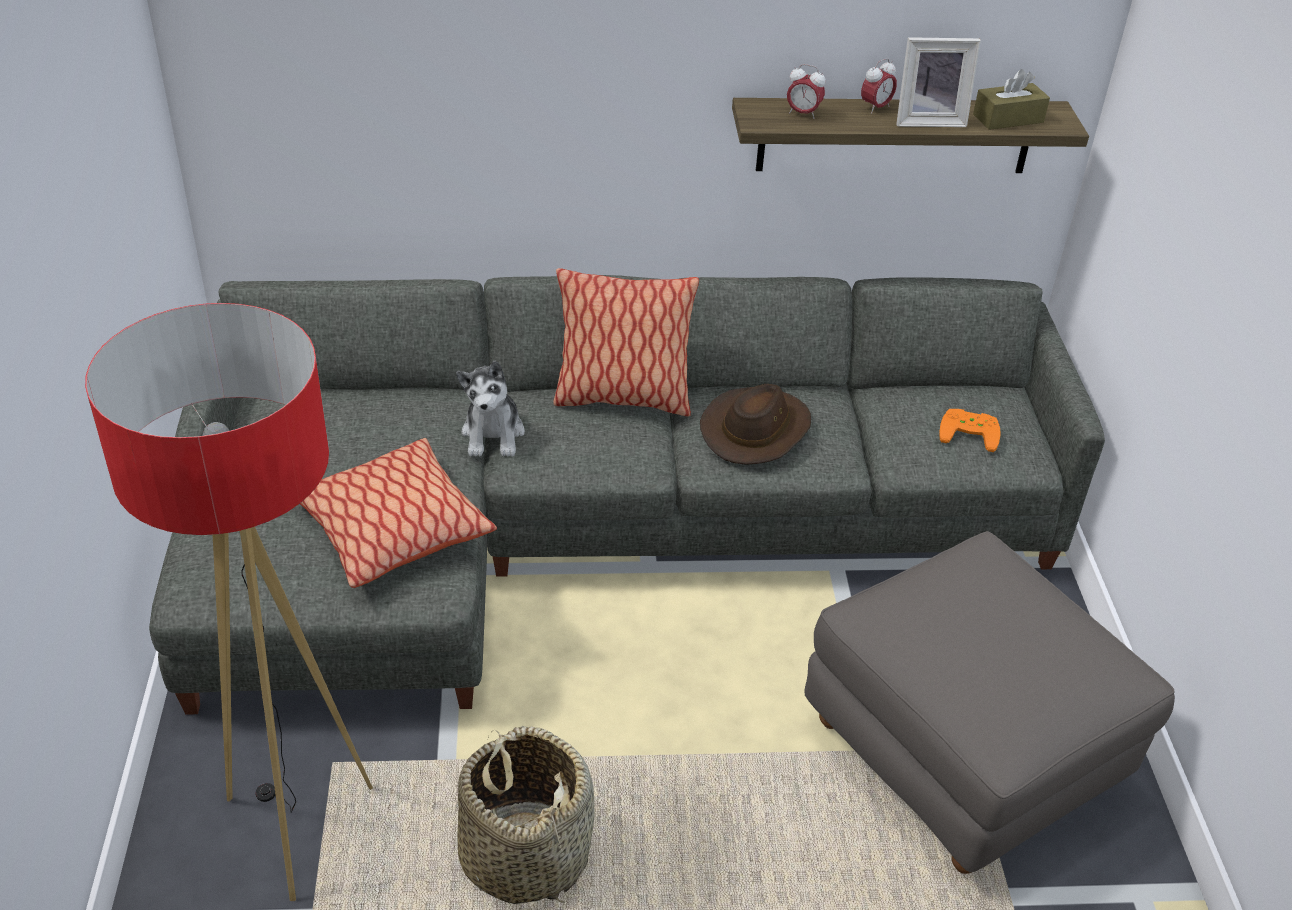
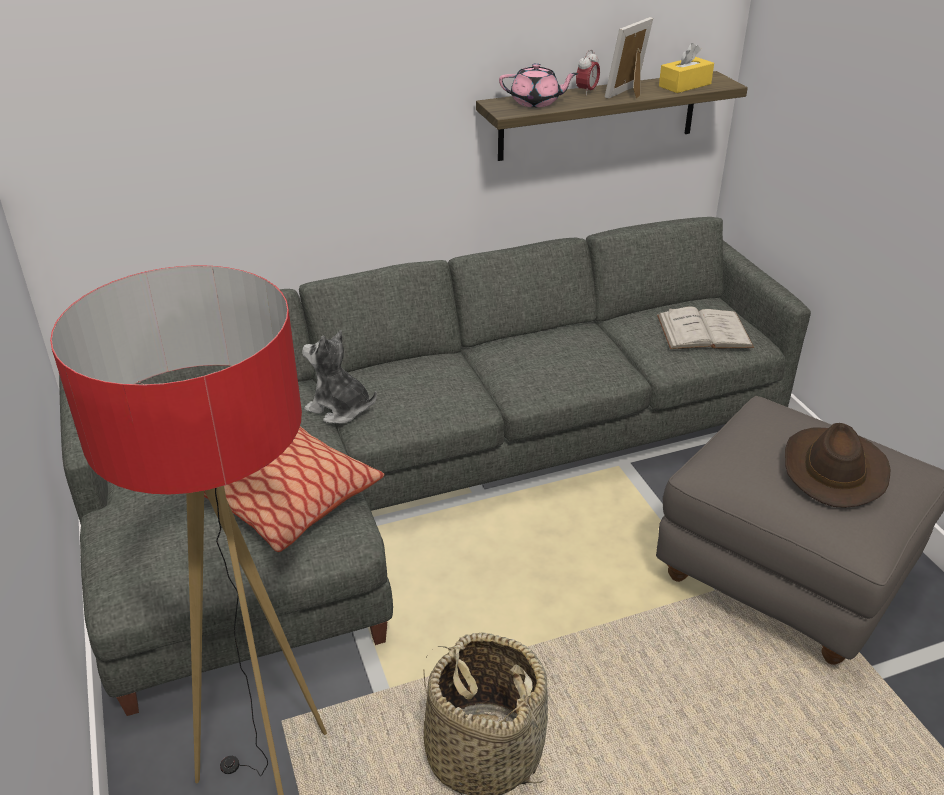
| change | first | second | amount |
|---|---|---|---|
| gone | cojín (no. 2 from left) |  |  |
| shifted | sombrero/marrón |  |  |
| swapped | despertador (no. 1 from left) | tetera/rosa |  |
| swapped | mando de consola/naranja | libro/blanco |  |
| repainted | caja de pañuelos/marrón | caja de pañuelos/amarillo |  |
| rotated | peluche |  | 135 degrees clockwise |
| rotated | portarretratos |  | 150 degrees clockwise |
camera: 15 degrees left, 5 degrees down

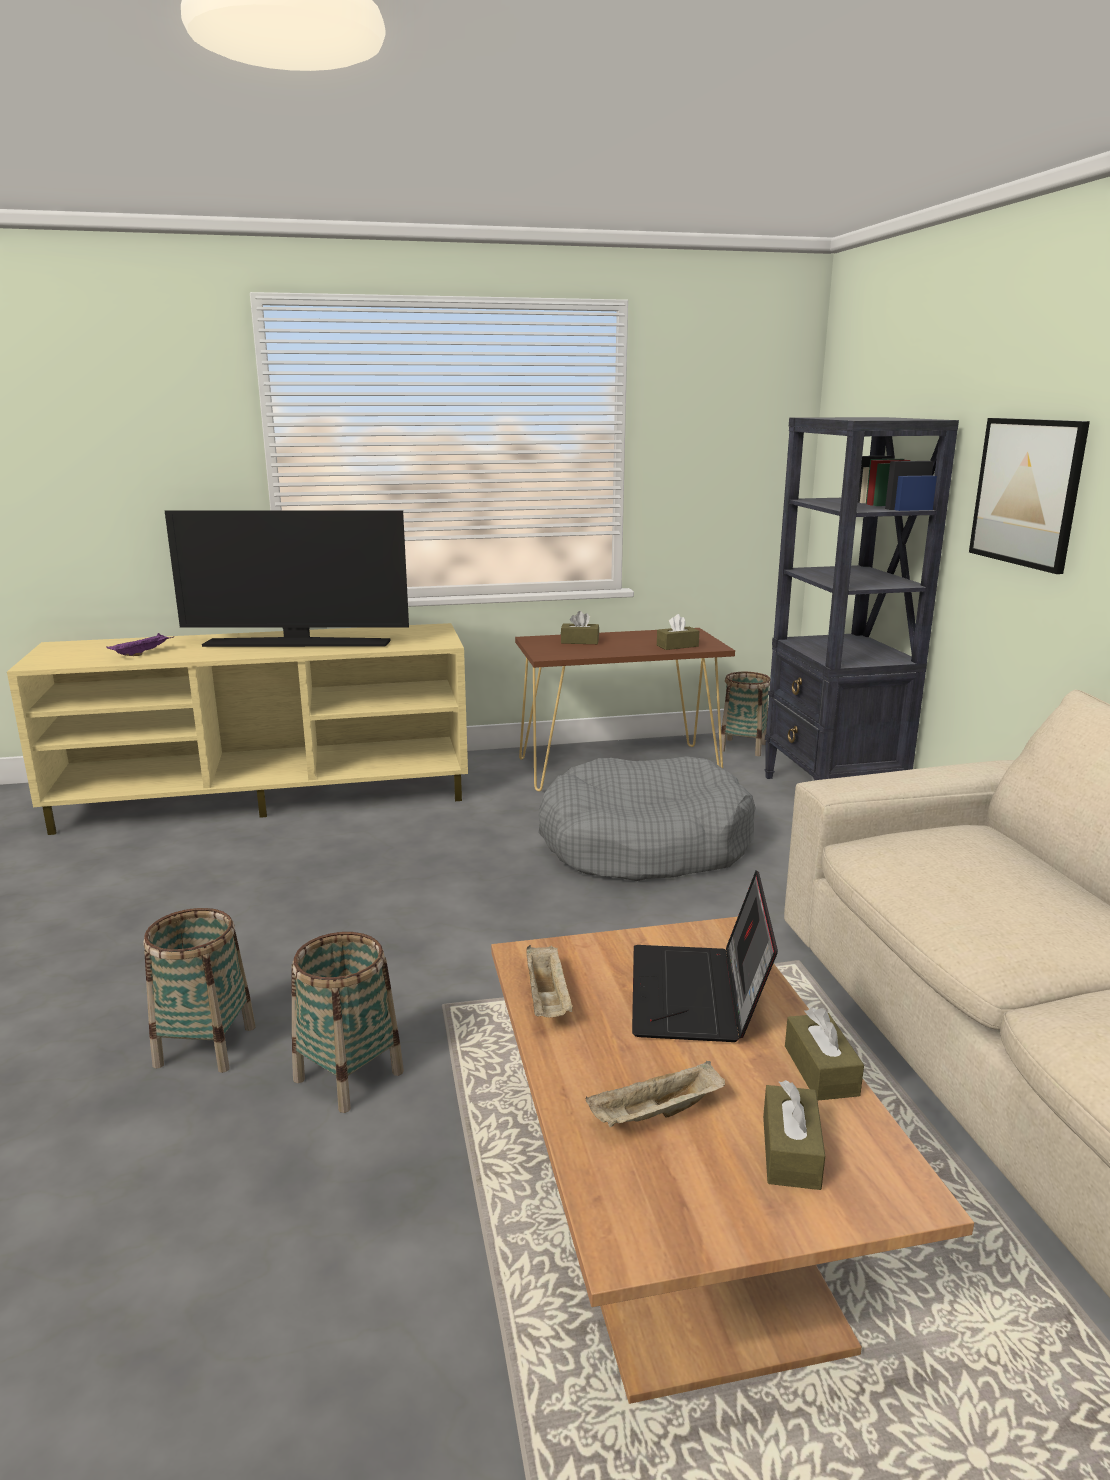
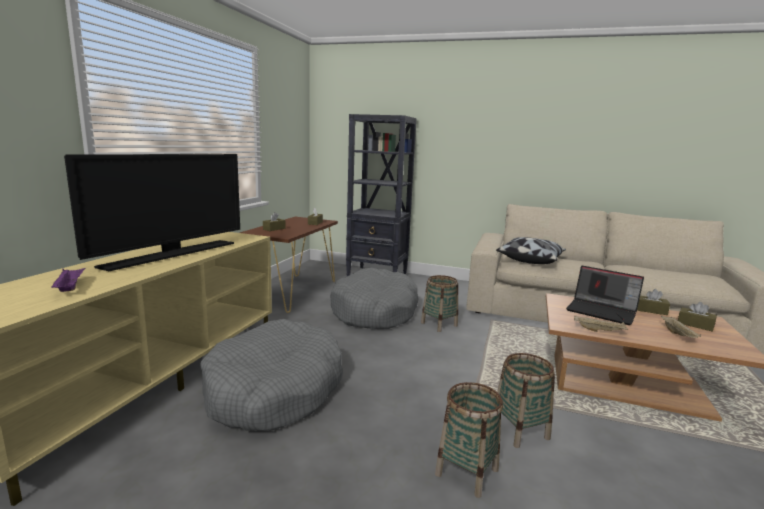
| change | first | second | amount |
|---|---|---|---|
| gone | cuadro |  |  |
| new |  | cama para perro/gris (no. 1 from left) |  |
| new |  | cojín |  |
| shifted | cesta (no. 3 from left in the first image) | cesta (no. 1 from left) |  |
camera: 60 degrees left, 5 degrees down

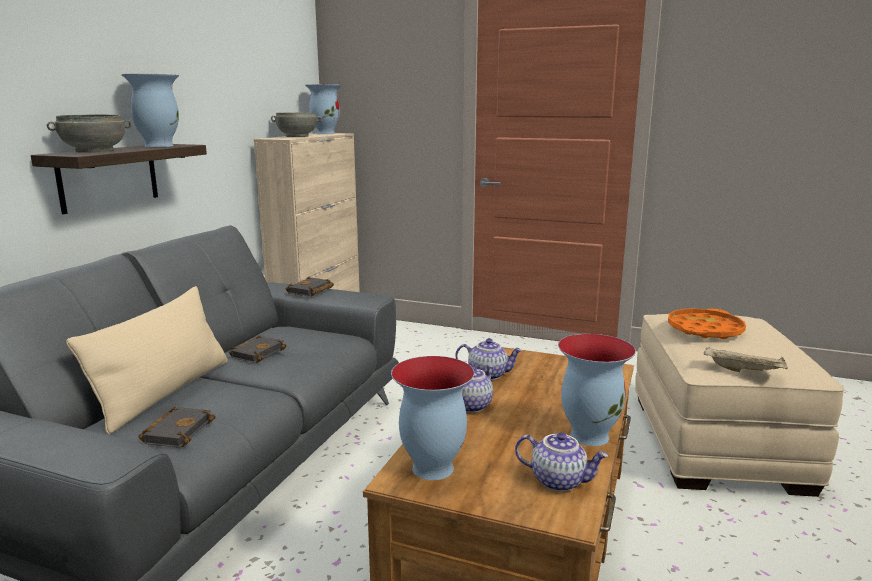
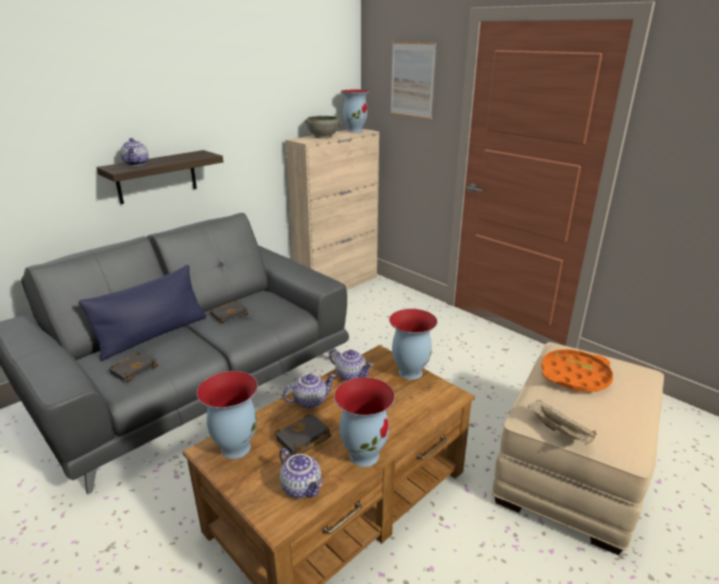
| change | first | second | amount |
|---|---|---|---|
| new |  | cuadro |  |
| shifted | florero (no. 1 from left in the first image) | florero (no. 4 from left) |  |
| shifted | libro/negro (no. 3 from left) |  |  |
| swapped | cuenco/gris (no. 1 from left) | tetera (no. 1 from left) |  |
| repainted | cojín/beis | cojín/azul |  |
camera: 25 degrees right, 10 degrees up

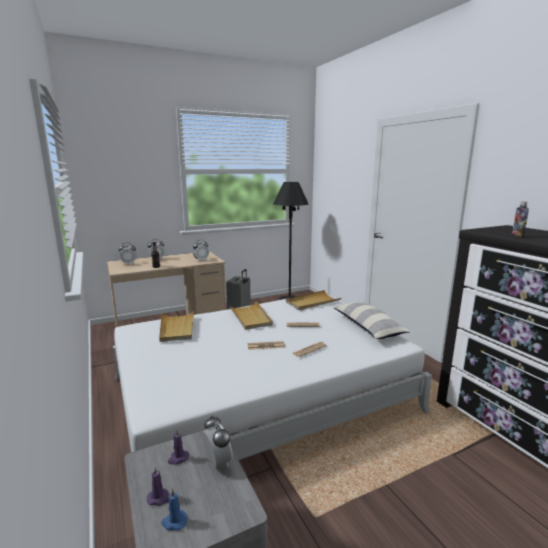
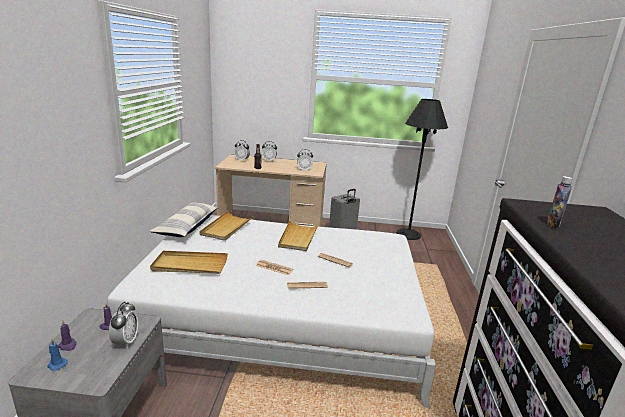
| change | first | second | amount |
|---|---|---|---|
| shifted | bandeja/beis (no. 3 from left in the first image) | bandeja/beis (no. 1 from left) |  |
| shifted | cojín |  |  |
camera: 30 degrees right, 5 degrees up

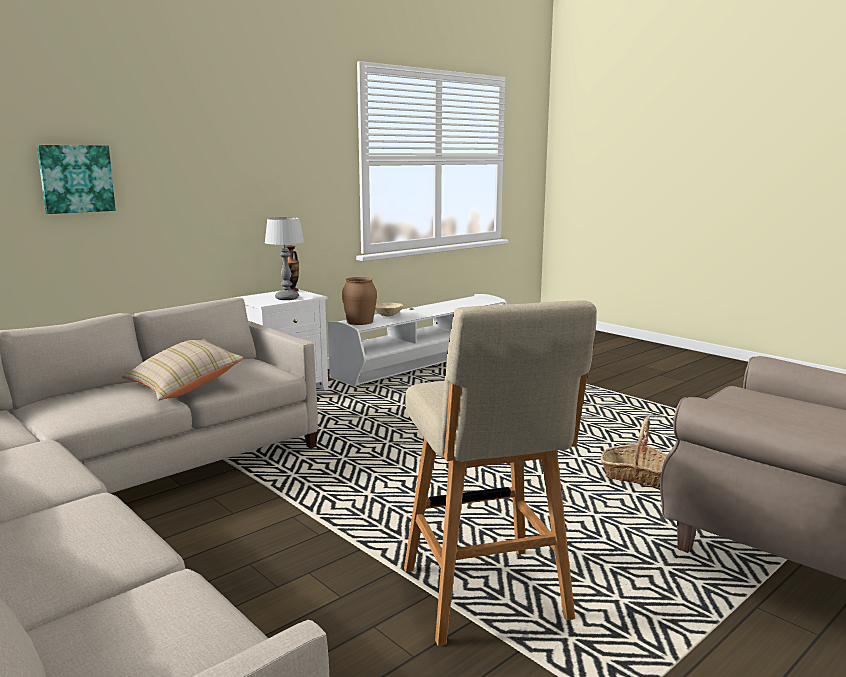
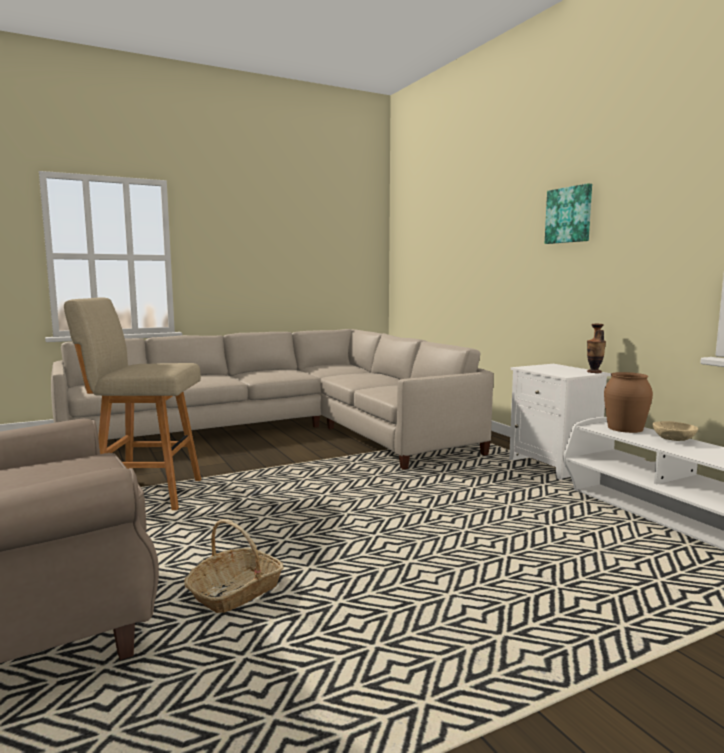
| change | first | second | amount |
|---|---|---|---|
| gone | cojín/beis |  |  |
| gone | lámpara de mesa |  |  |
| shifted | cuadro |  |  |
camera: 105 degrees right, 5 degrees down

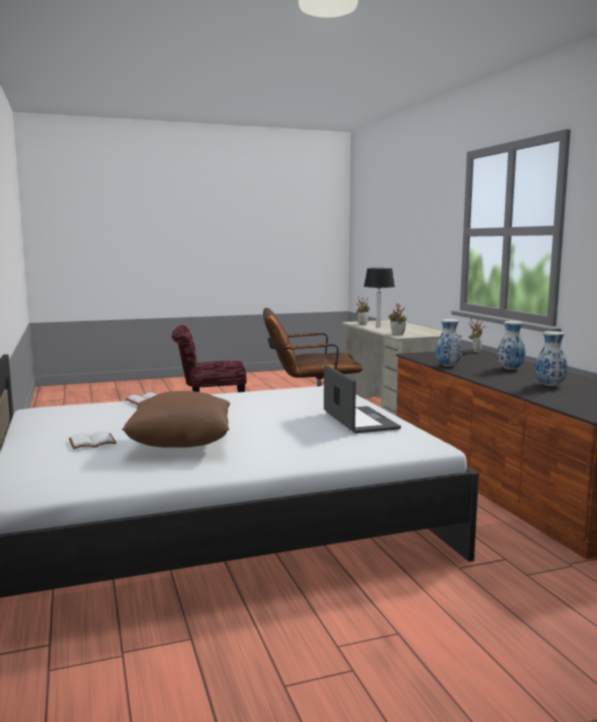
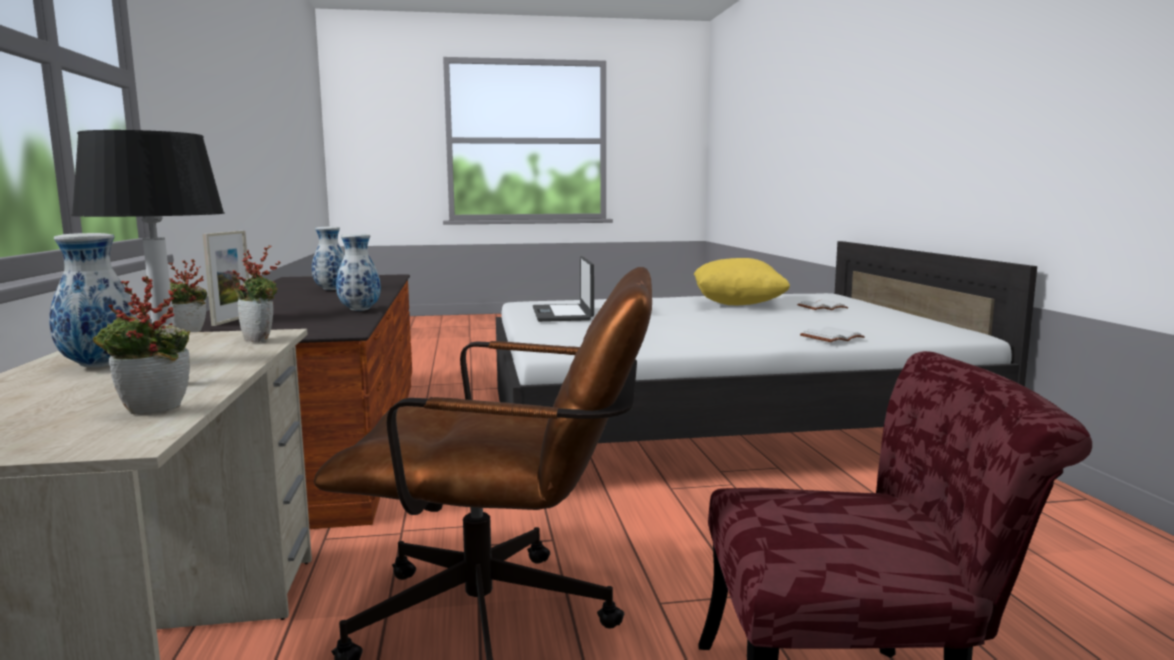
| change | first | second | amount |
|---|---|---|---|
| new |  | portarretratos |  |
| shifted | florero (no. 2 from left in the first image) | florero (no. 1 from left) |  |
| repainted | cojín/marrón | cojín/amarillo |  |
camera: 170 degrees left, 0 degrees up

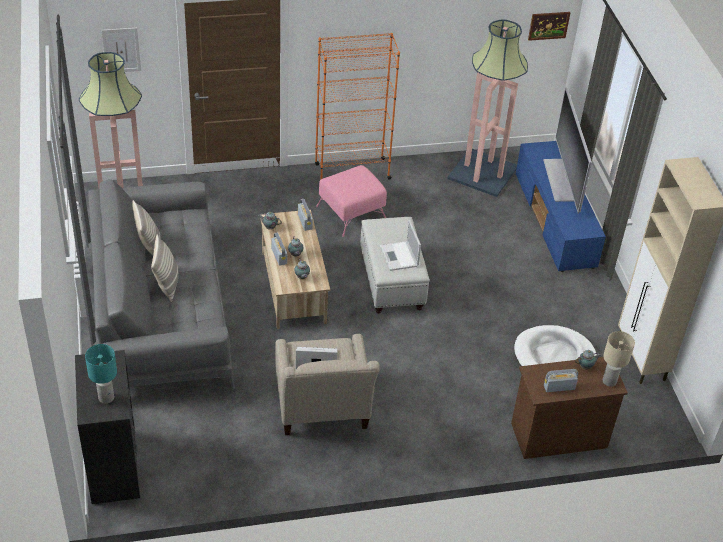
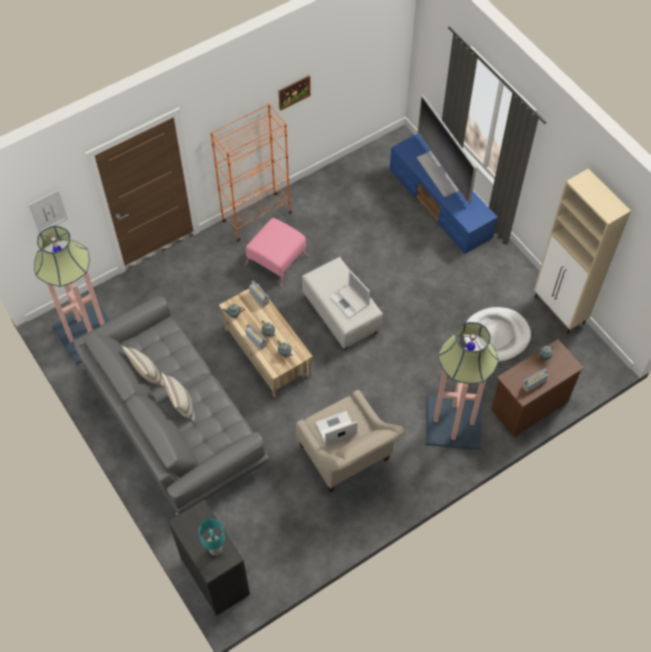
| change | first | second | amount |
|---|---|---|---|
| gone | lámpara de mesa/beis |  |  |
| shifted | lámpara de pie (no. 2 from left) |  |  |
| shifted | cuadro (no. 2 from left) |  |  |
camera: 20 degrees left, 15 degrees up

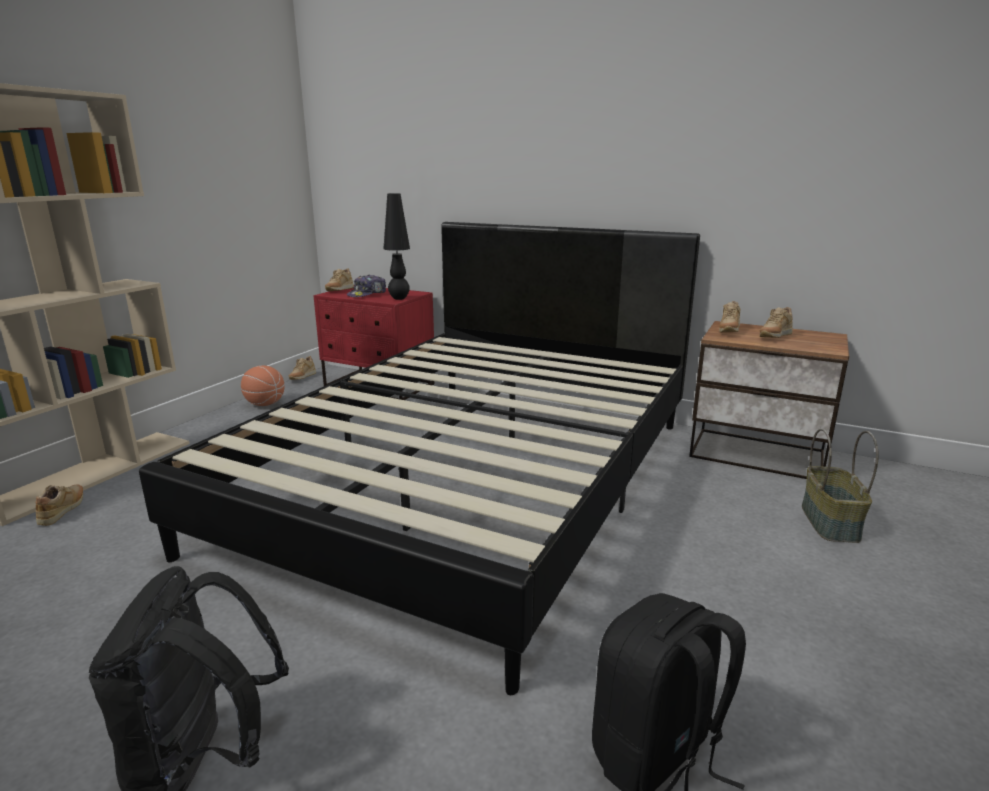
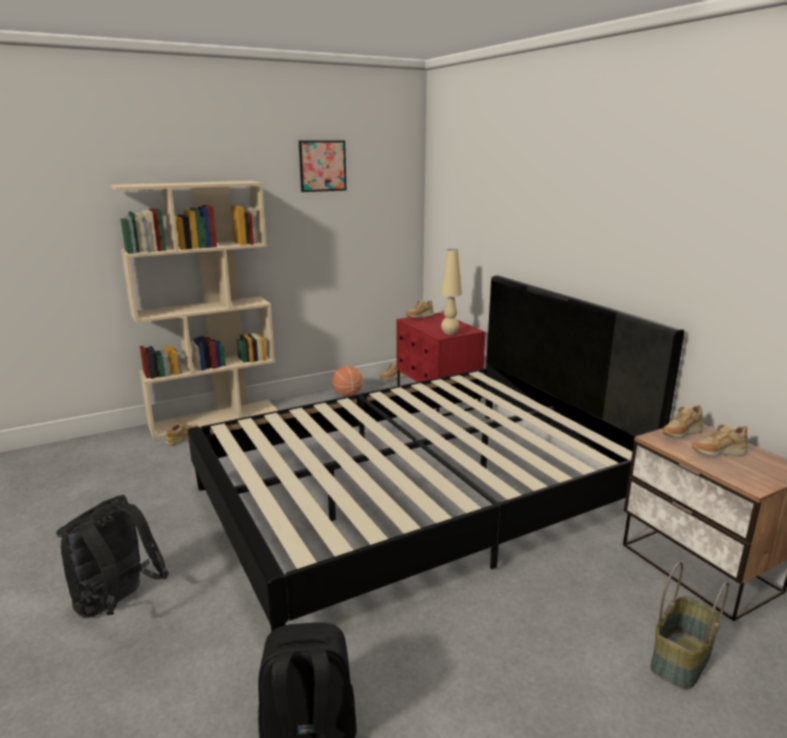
| change | first | second | amount |
|---|---|---|---|
| gone | gorra |  |  |
| new |  | cuadro |  |
| repainted | lámpara de mesa/negro | lámpara de mesa/beis |  |
camera: 35 degrees right, 0 degrees up

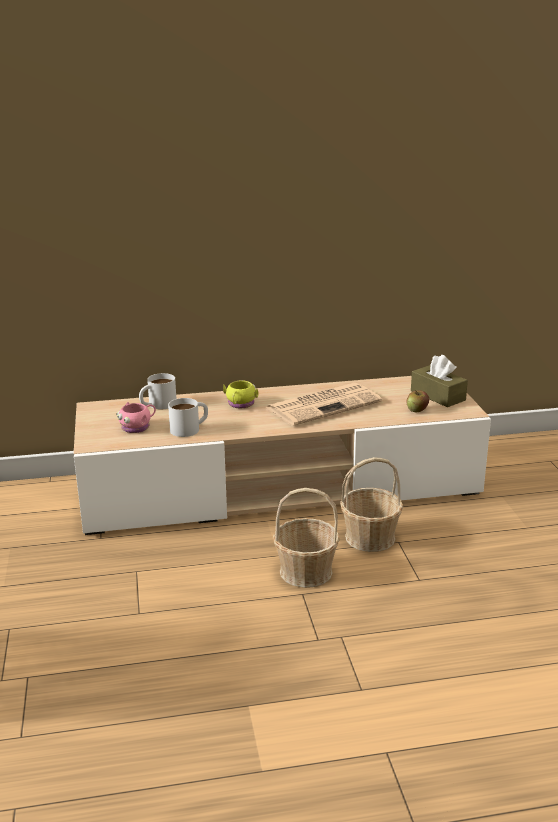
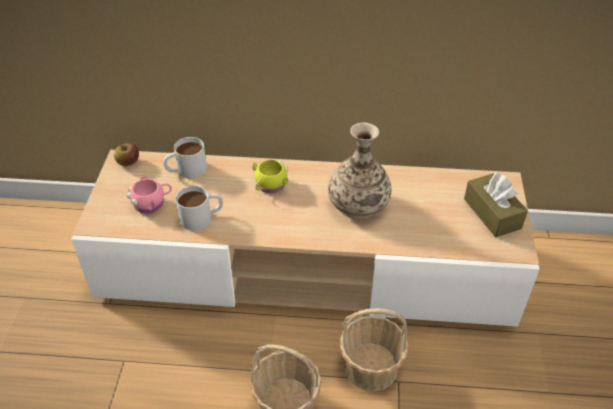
| change | first | second | amount |
|---|---|---|---|
| shifted | manzana |  |  |
| swapped | periódico | florero |  |
camera: 15 degrees right, 20 degrees up

